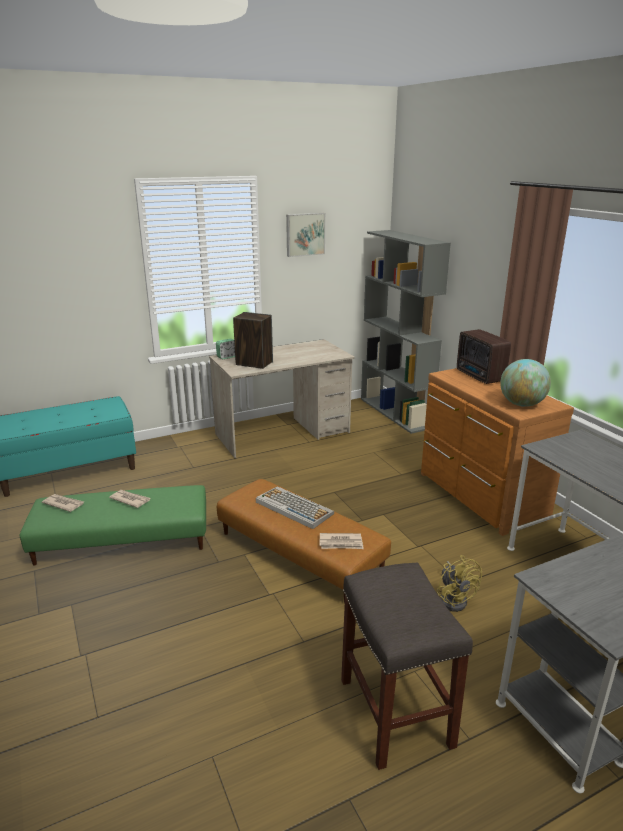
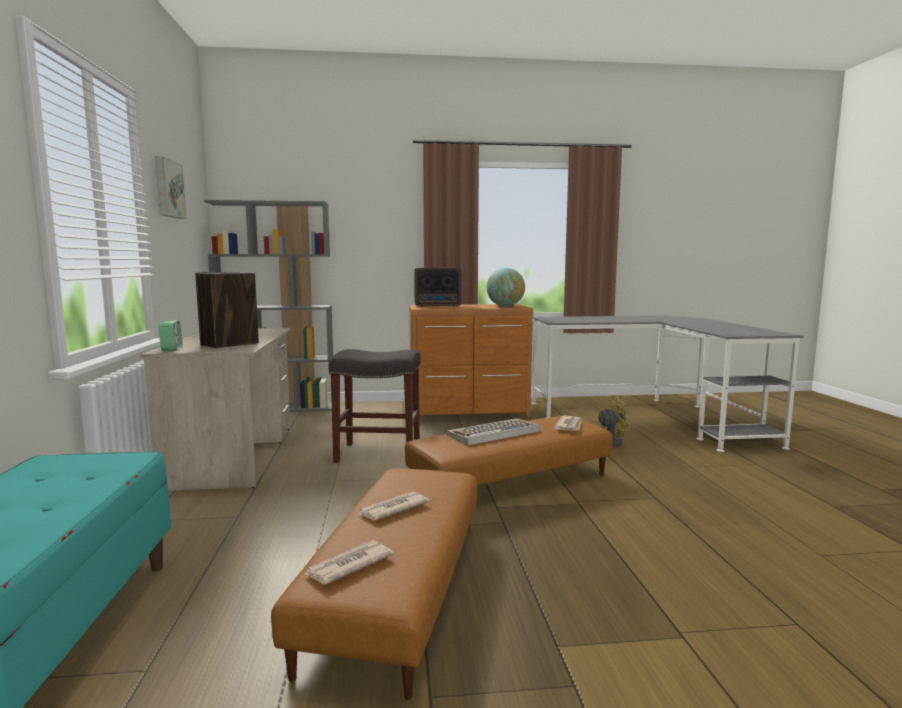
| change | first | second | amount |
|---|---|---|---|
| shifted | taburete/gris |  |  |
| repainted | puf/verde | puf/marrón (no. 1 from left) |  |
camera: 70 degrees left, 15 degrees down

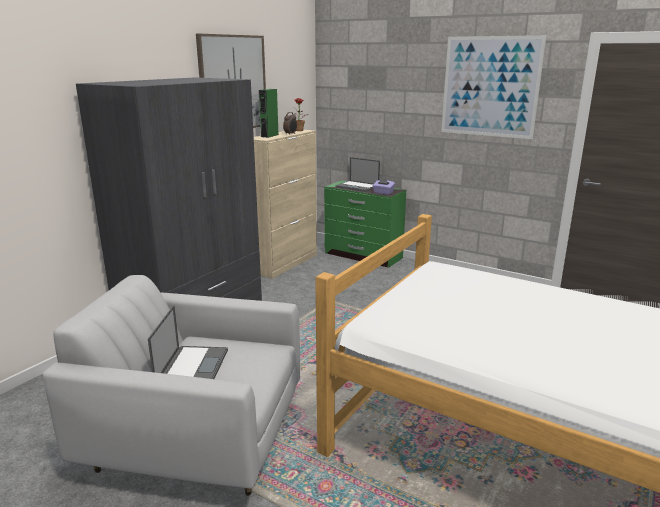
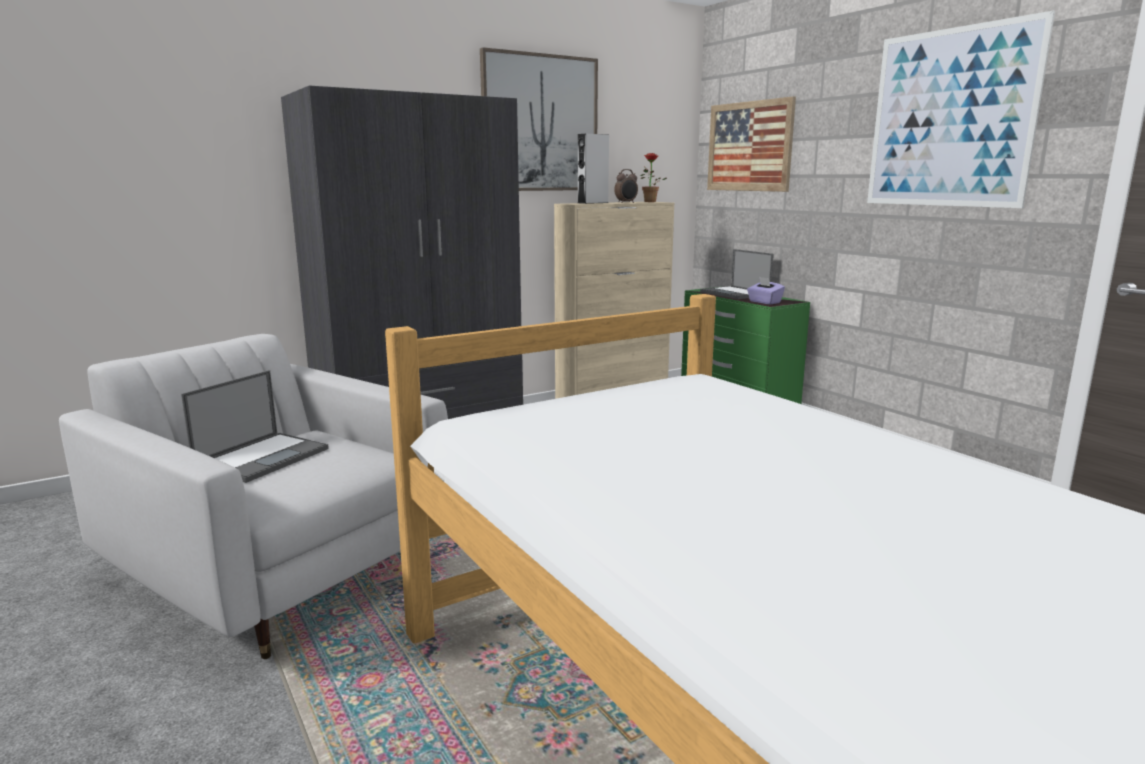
| change | first | second | amount |
|---|---|---|---|
| new |  | cuadro (no. 2 from left) |  |
| repainted | altavoz/verde | altavoz/gris |  |
camera: 25 degrees right, 5 degrees down

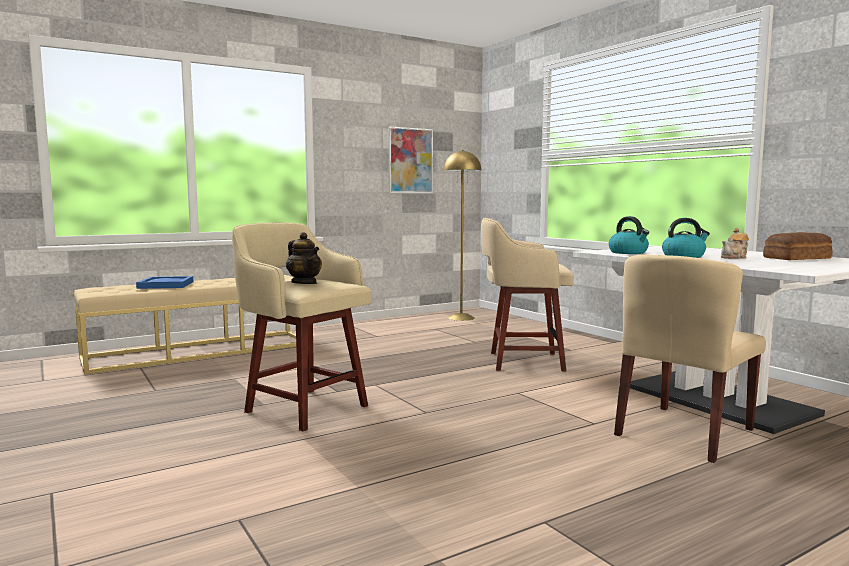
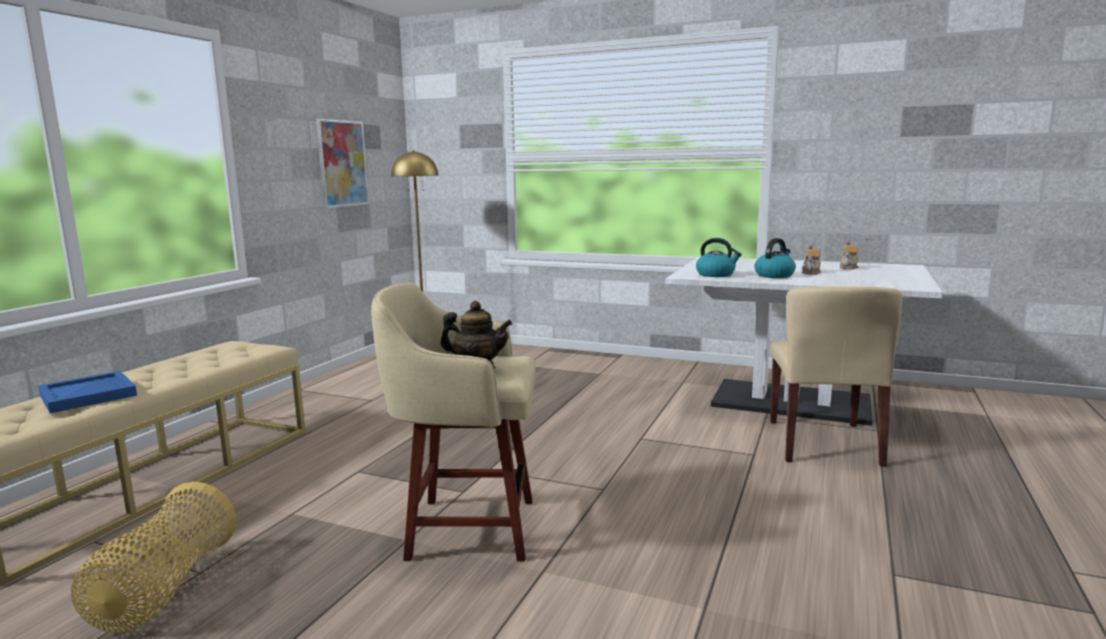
| change | first | second | amount |
|---|---|---|---|
| gone | taburete/beis (no. 2 from left) |  |  |
| new |  | cesta |  |
| swapped | pan | tetera (no. 3 from left) |  |
camera: 35 degrees left, 5 degrees up

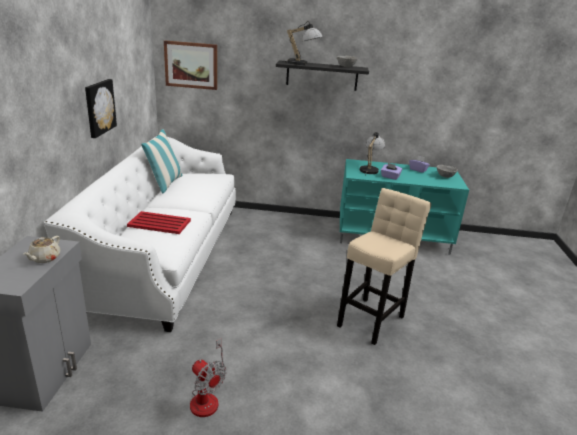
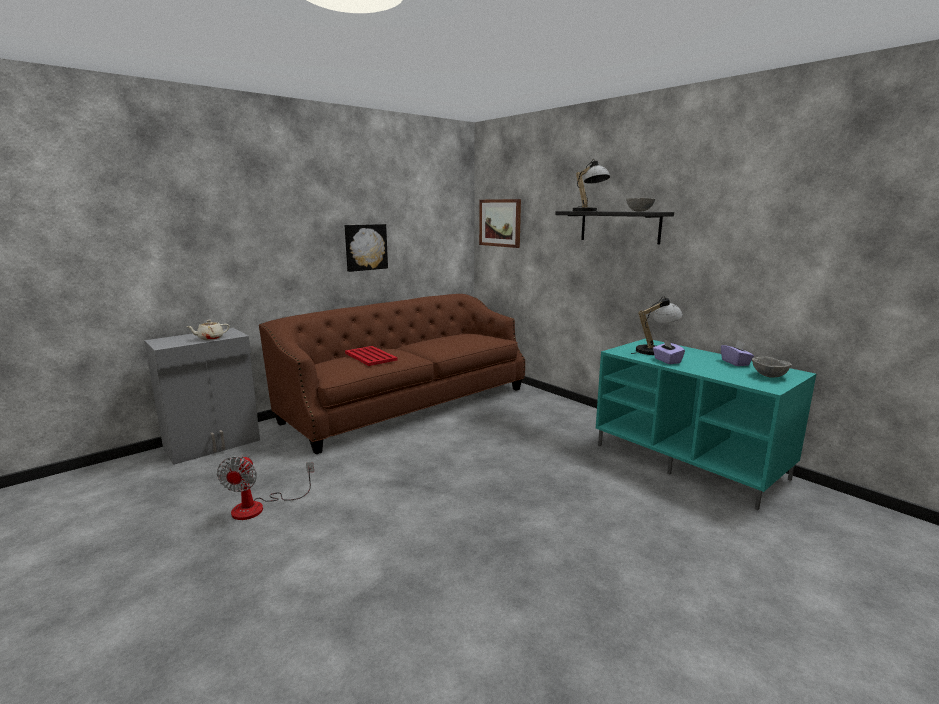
| change | first | second | amount |
|---|---|---|---|
| gone | cojín |  |  |
| gone | taburete/beis |  |  |
| repainted | sofá/blanco | sofá/marrón |  |
camera: 45 degrees right, 10 degrees down

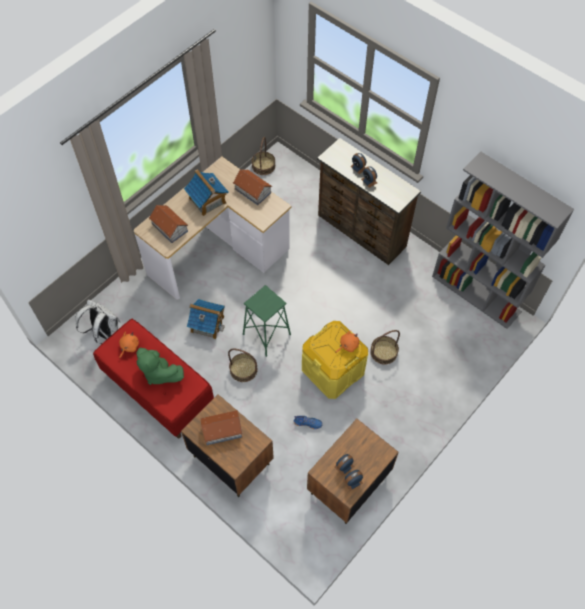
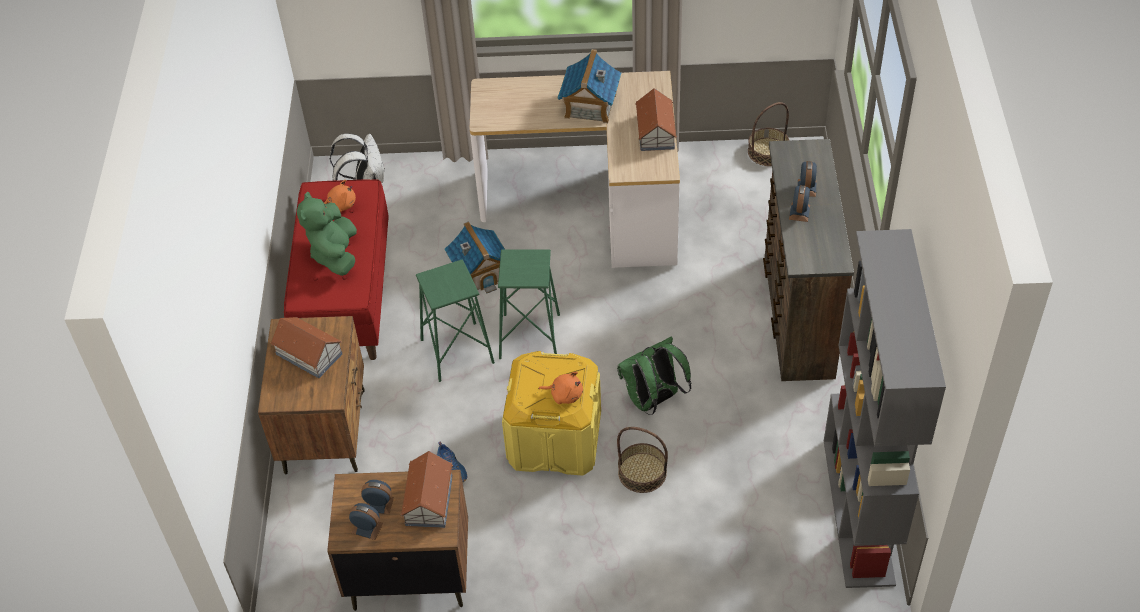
| change | first | second | amount |
|---|---|---|---|
| new |  | mochila/verde |  |
| shifted | casita (no. 1 from left in the first image) | casita (no. 2 from left) |  |
| swapped | cesta (no. 1 from left) | taburete/verde (no. 1 from left) |  |
camera: 50 degrees right, 10 degrees down

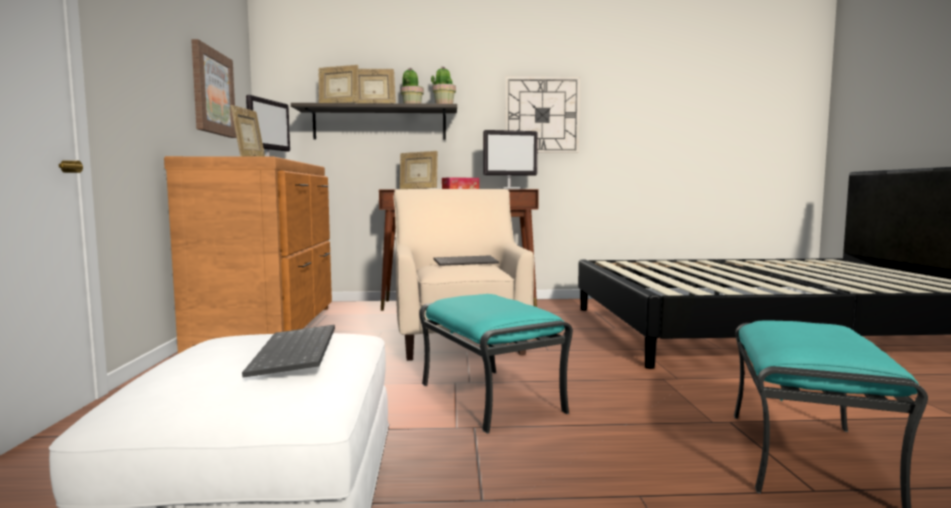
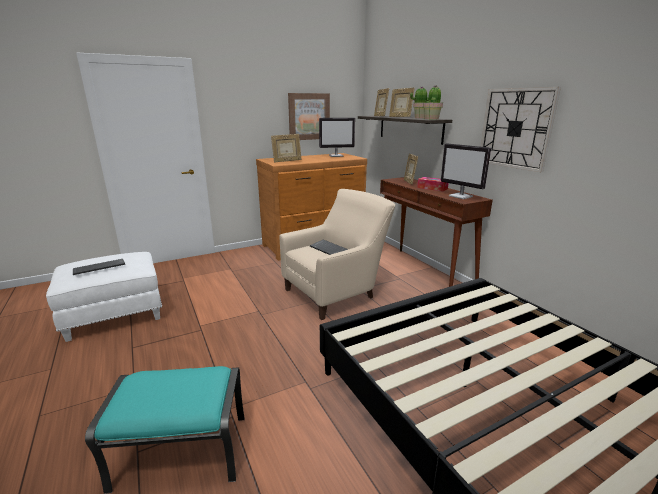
| change | first | second | amount |
|---|---|---|---|
| gone | puf/turquesa (no. 1 from left) |  |  |
camera: 65 degrees right, 15 degrees up

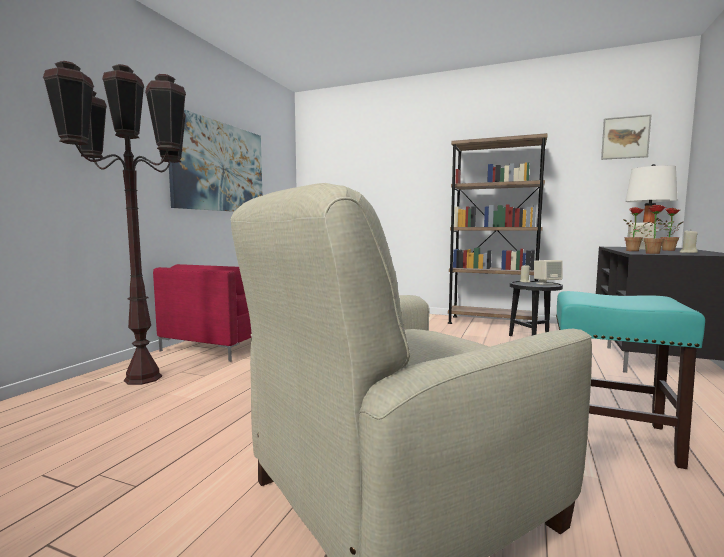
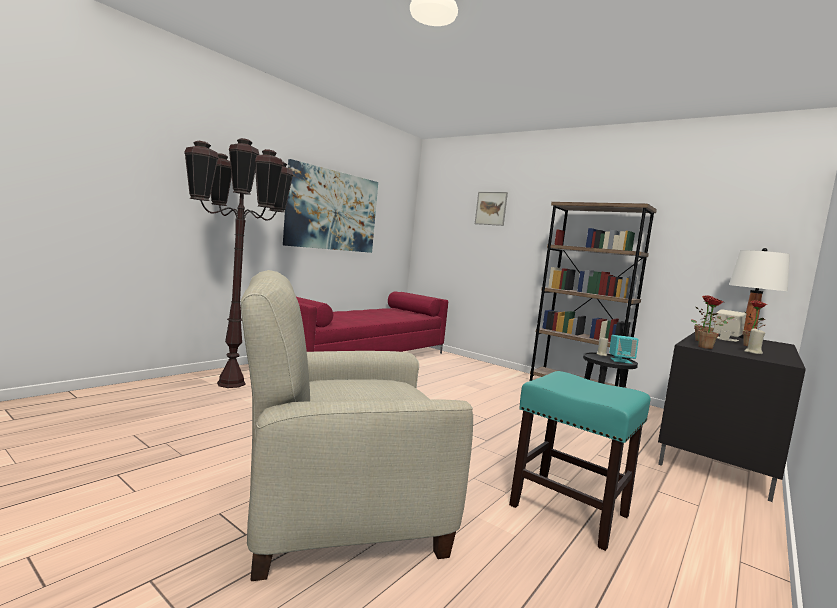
| change | first | second | amount |
|---|---|---|---|
| shifted | cuadro (no. 2 from left) |  |  |
| repainted | altavoz/beis (no. 1 from left) | altavoz/turquesa |  |
camera: 15 degrees right, 0 degrees up

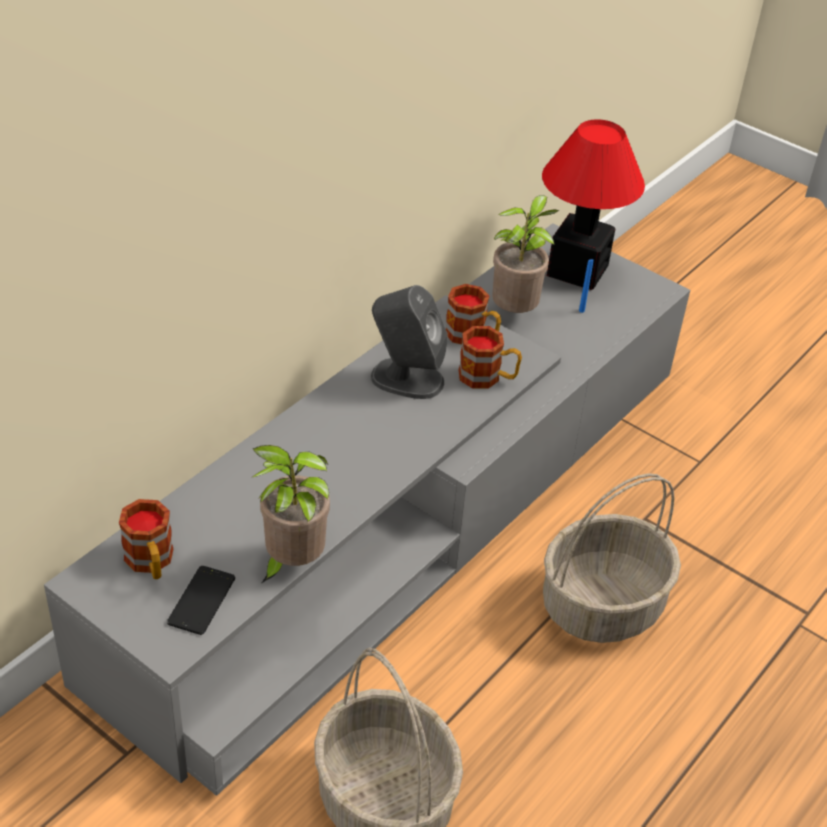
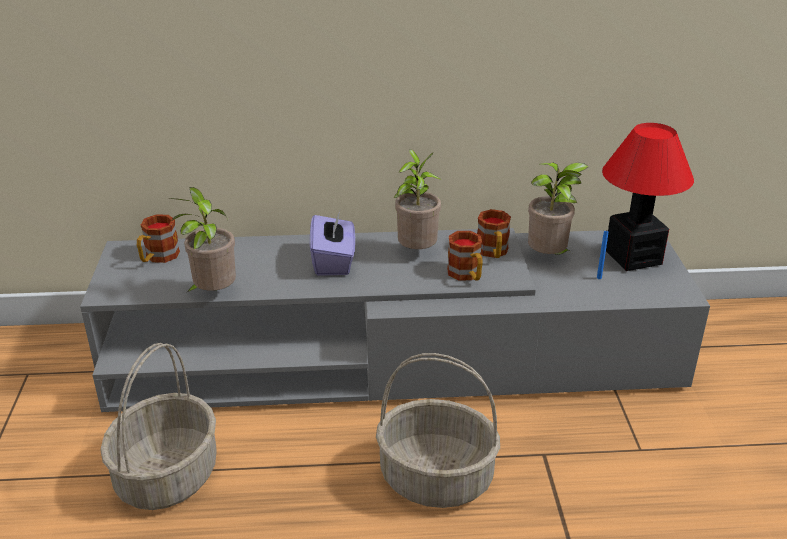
| change | first | second | amount |
|---|---|---|---|
| gone | móvil |  |  |
| new |  | caja de pañuelos/morado |  |
| swapped | altavoz/gris | planta en maceta (no. 2 from left) |  |
camera: 50 degrees right, 10 degrees down

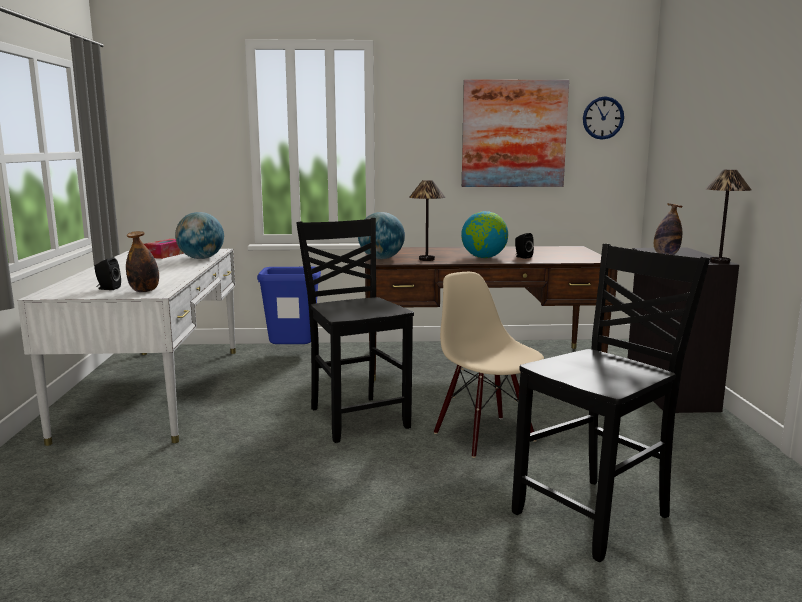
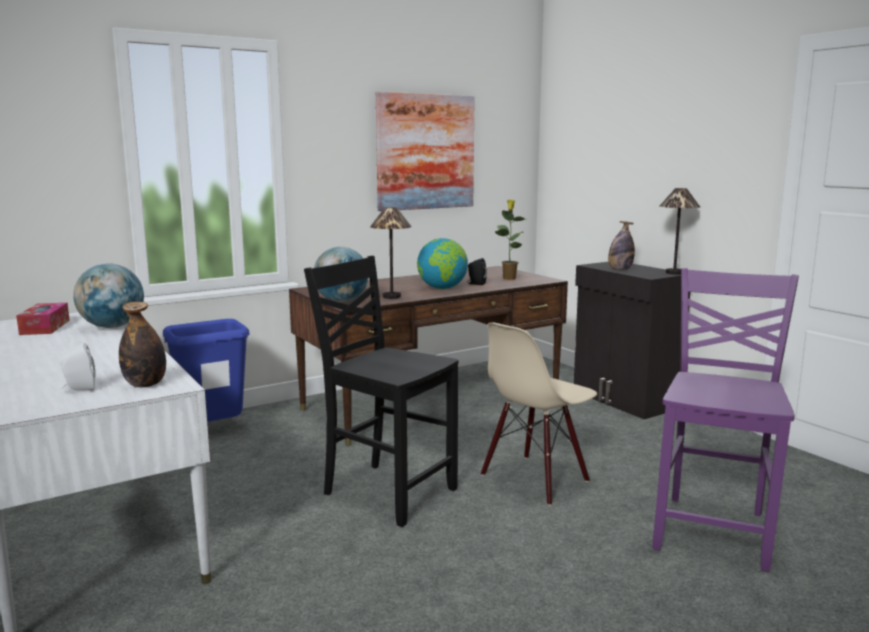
| change | first | second | amount |
|---|---|---|---|
| gone | reloj de pared |  |  |
| new |  | planta en maceta |  |
| repainted | altavoz/negro (no. 1 from left) | altavoz/blanco |  |
| repainted | silla/negro (no. 2 from left) | silla/morado |  |
| rotated | silla/beis |  | 75 degrees counterclockwise |
camera: 30 degrees left, 0 degrees up

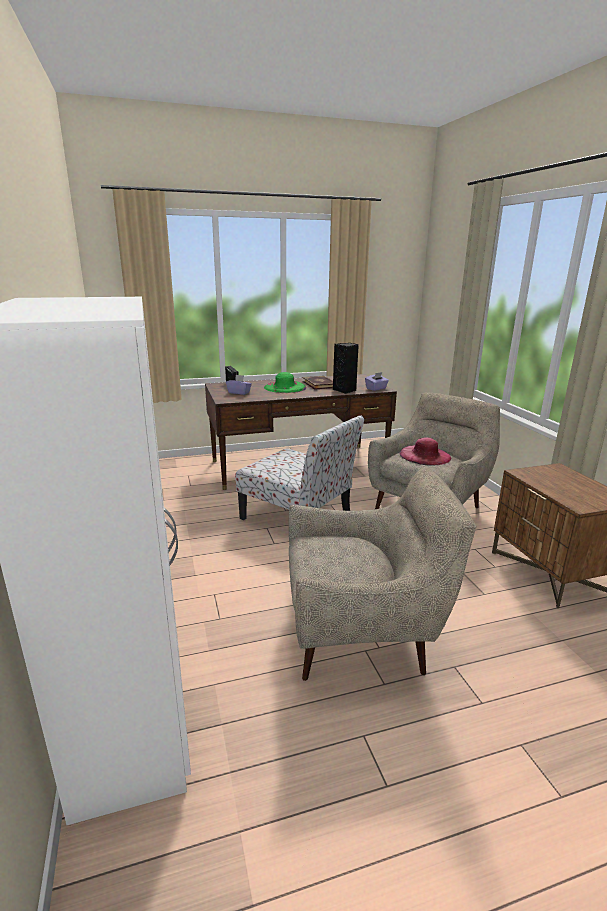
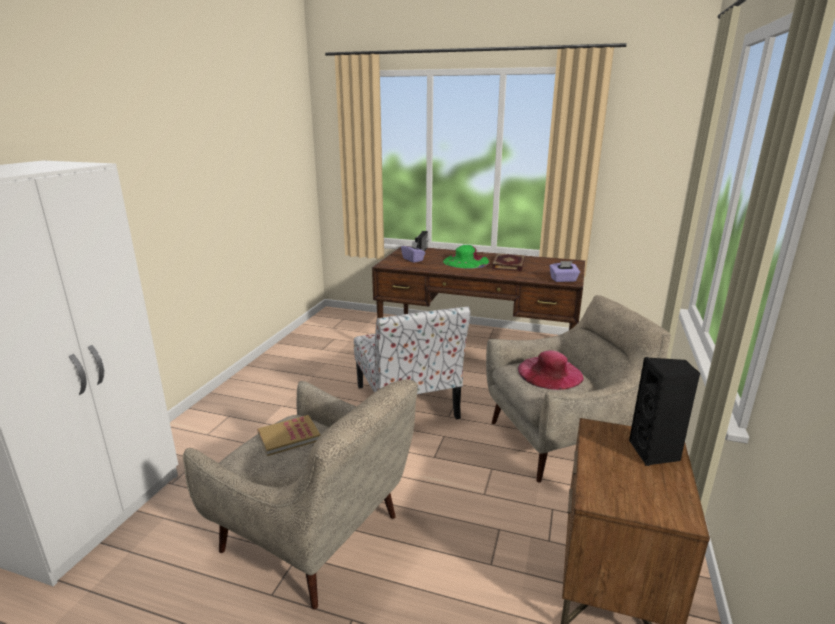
| change | first | second | amount |
|---|---|---|---|
| new |  | libro (no. 1 from left) |  |
| shifted | altavoz/negro |  |  |
camera: 35 degrees right, 0 degrees up

